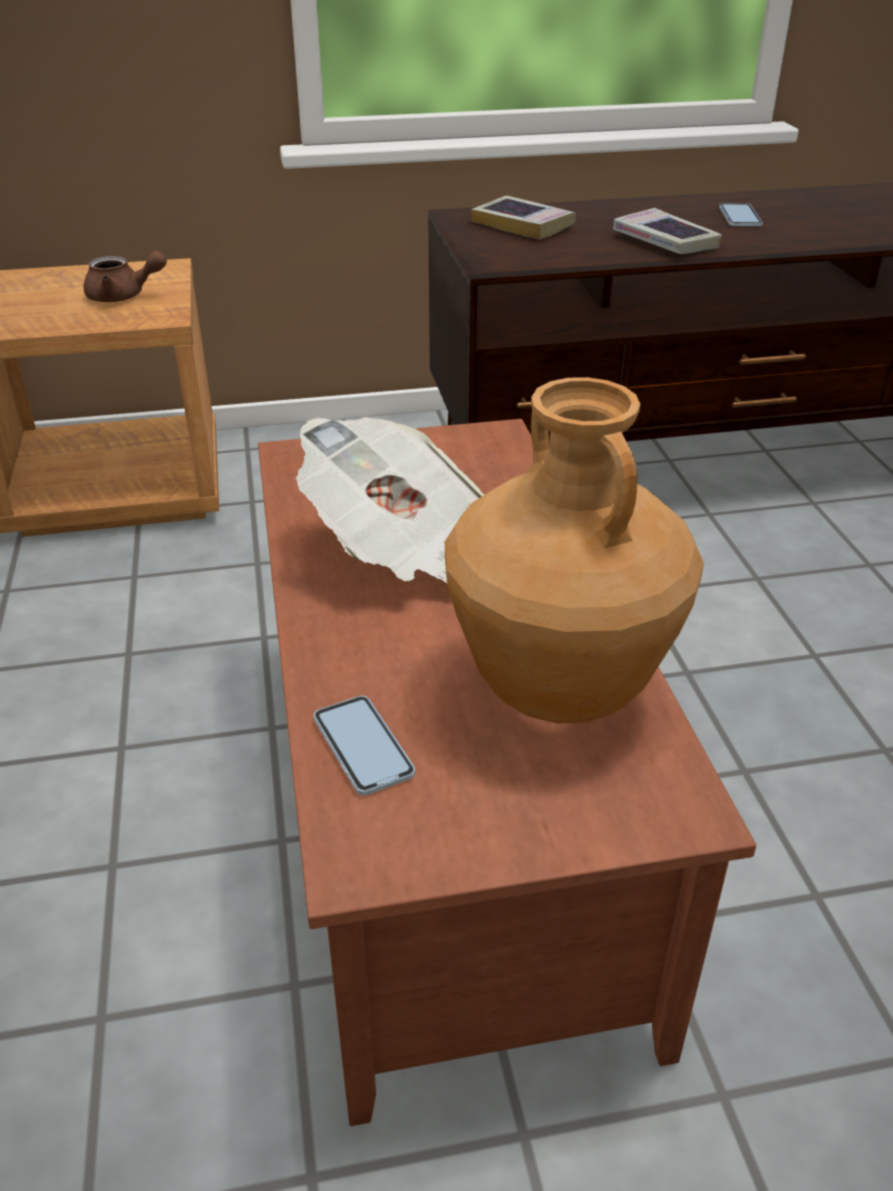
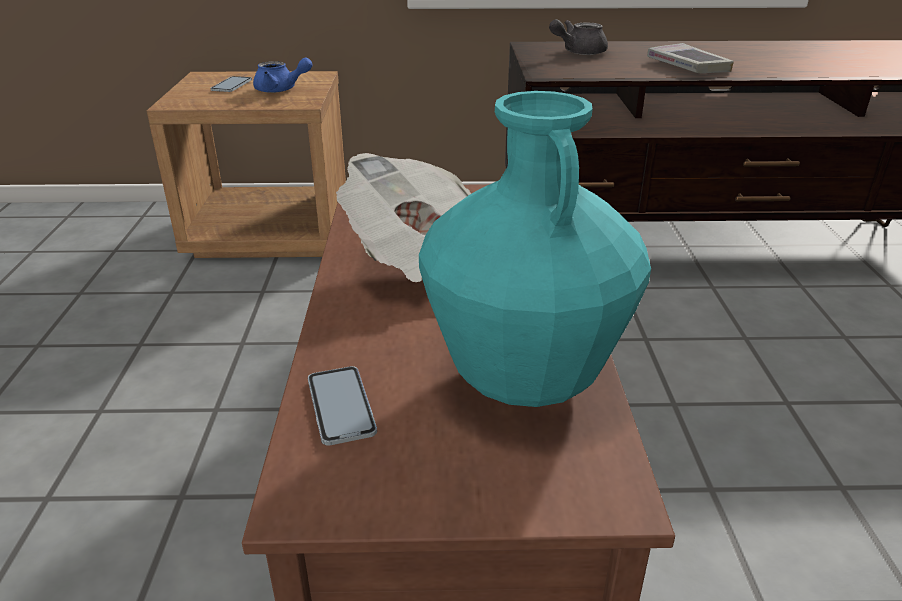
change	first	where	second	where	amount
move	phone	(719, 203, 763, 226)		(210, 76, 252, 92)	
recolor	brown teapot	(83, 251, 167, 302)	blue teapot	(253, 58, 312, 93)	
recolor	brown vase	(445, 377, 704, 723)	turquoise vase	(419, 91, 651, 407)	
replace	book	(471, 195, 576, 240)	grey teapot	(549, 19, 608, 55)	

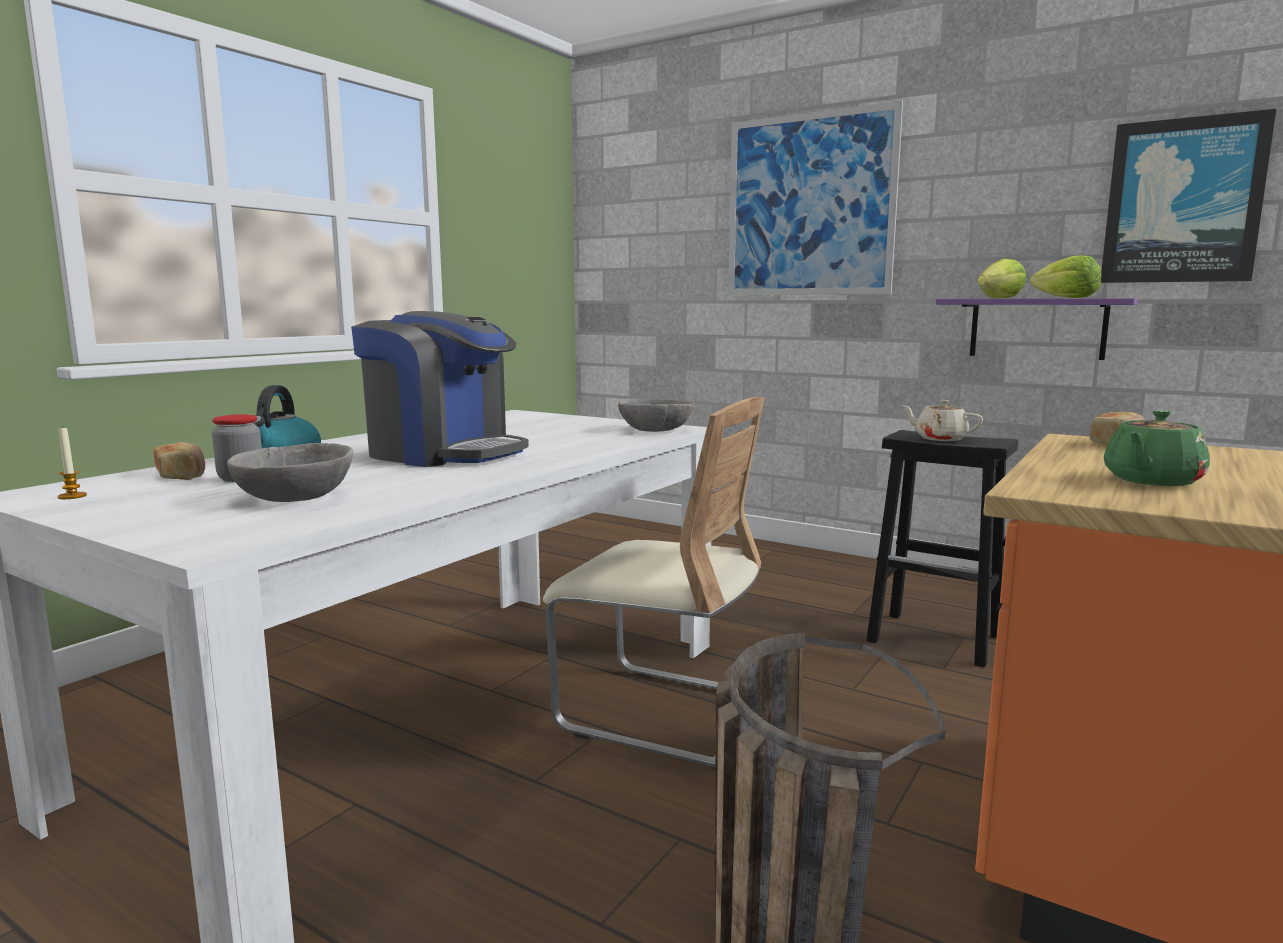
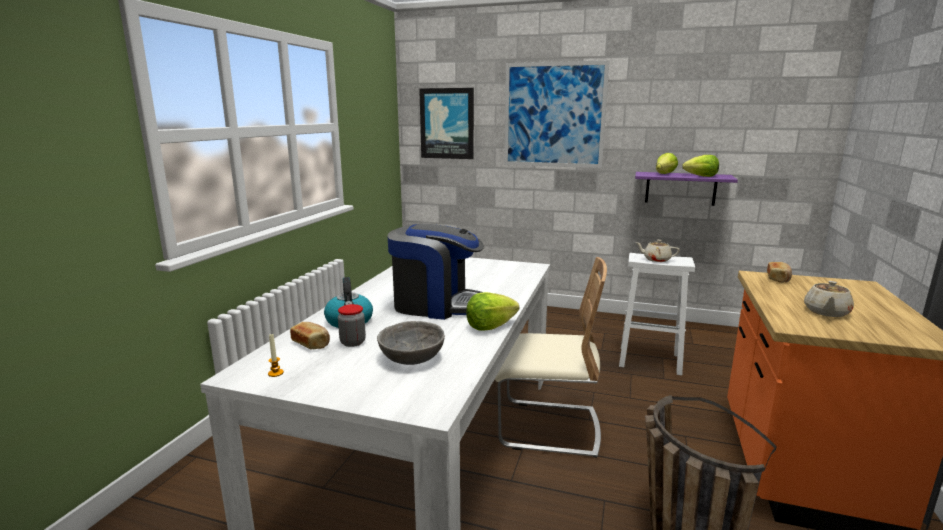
change	first	where	second	where	amount
move	picture	(1101, 109, 1276, 283)		(419, 88, 474, 159)	
insert			lettuce	(466, 292, 519, 330)	
recolor	black stool	(866, 430, 1018, 668)	white stool	(619, 253, 695, 375)	
recolor	green teapot	(1104, 410, 1210, 486)	beige teapot	(804, 281, 854, 317)	
delete	grey bowl	(618, 399, 694, 432)			

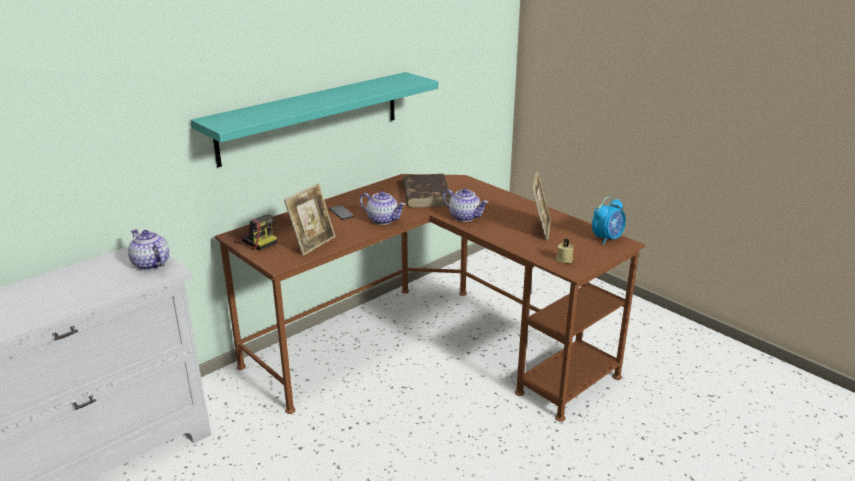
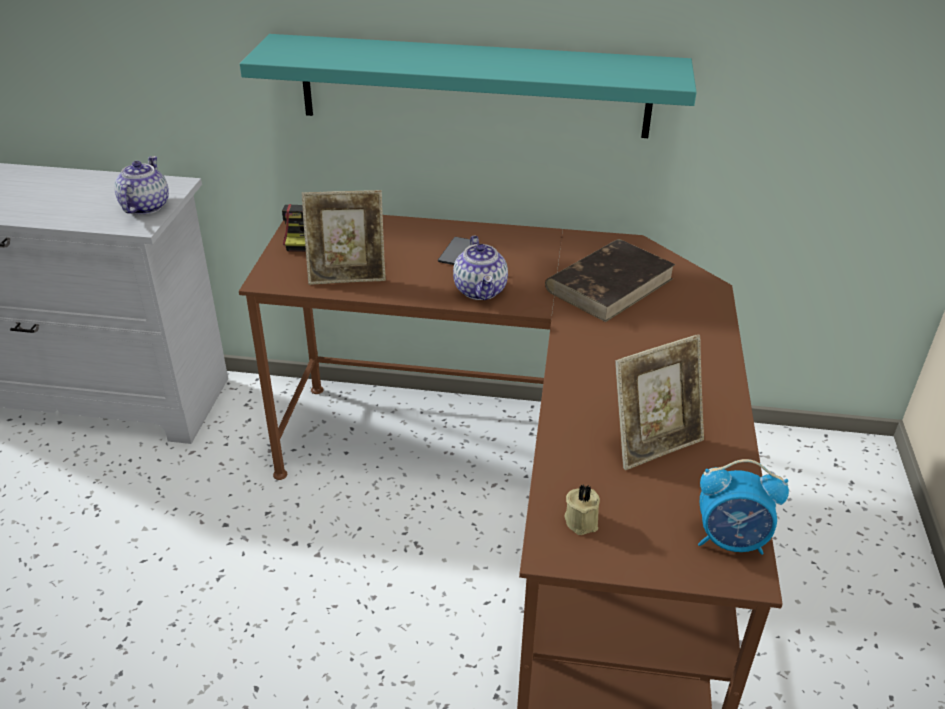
change	first	where	second	where	amount
delete	teapot	(443, 188, 488, 222)			

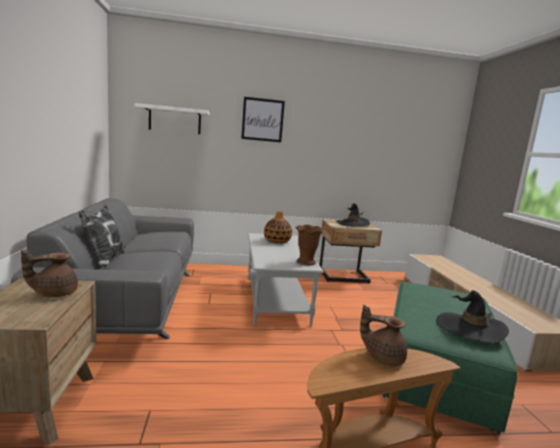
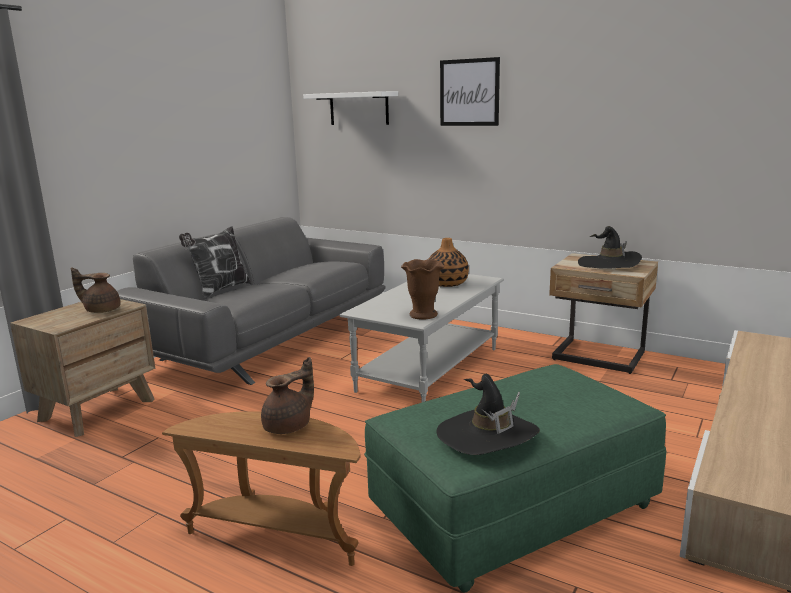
change	first	where	second	where	amount
rotate	brown teapot	(360, 305, 407, 366)		(261, 357, 314, 434)	75 degrees clockwise

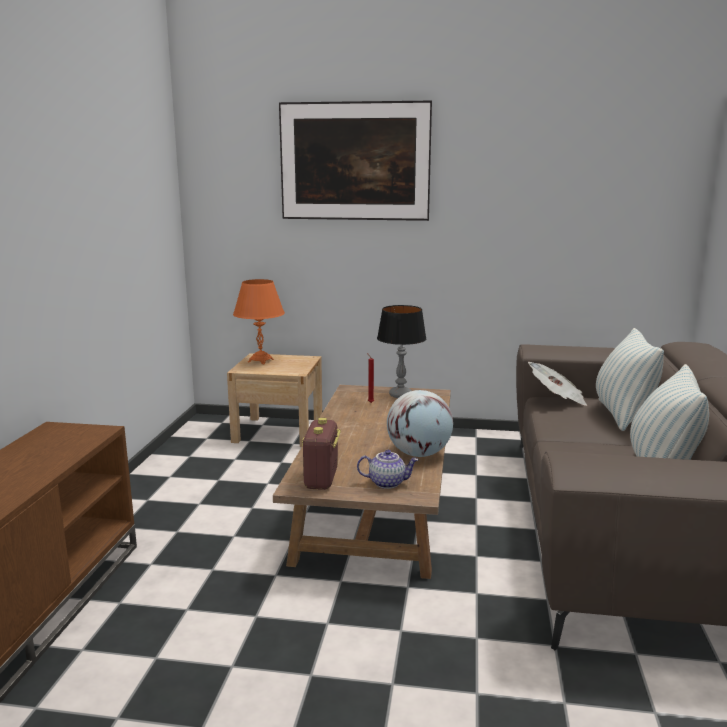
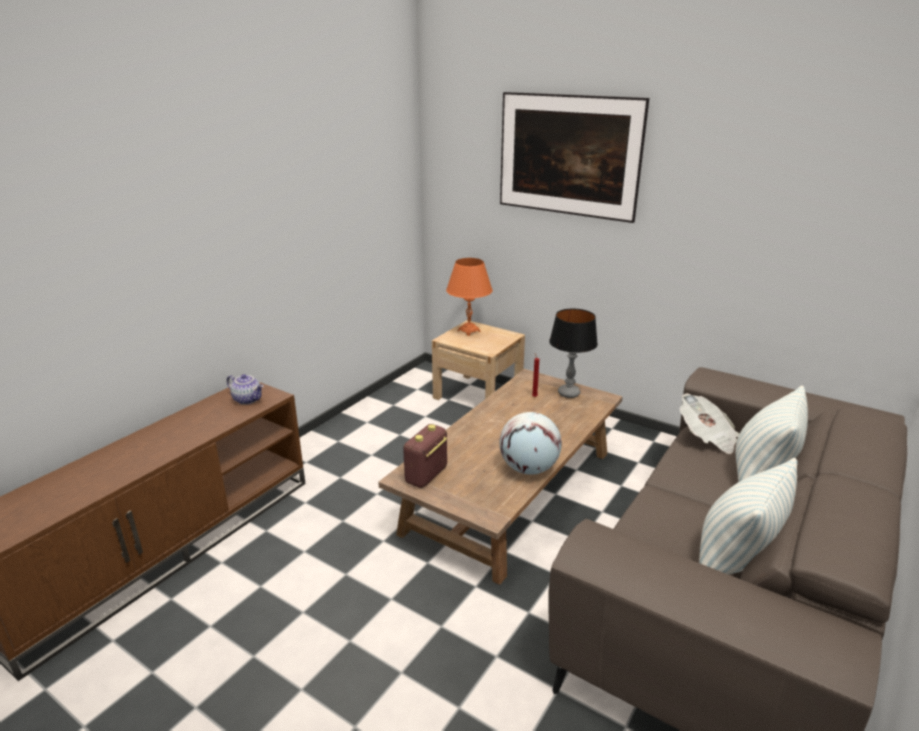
change	first	where	second	where	amount
move	teapot	(357, 450, 419, 489)		(227, 374, 263, 405)	

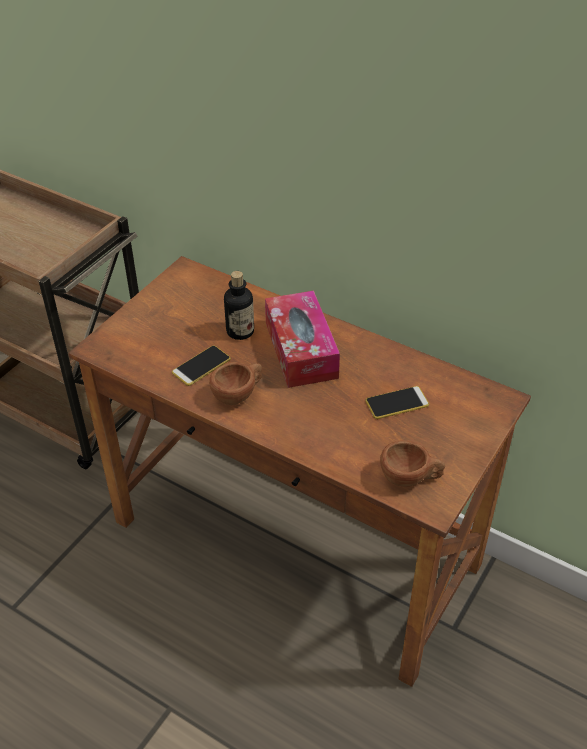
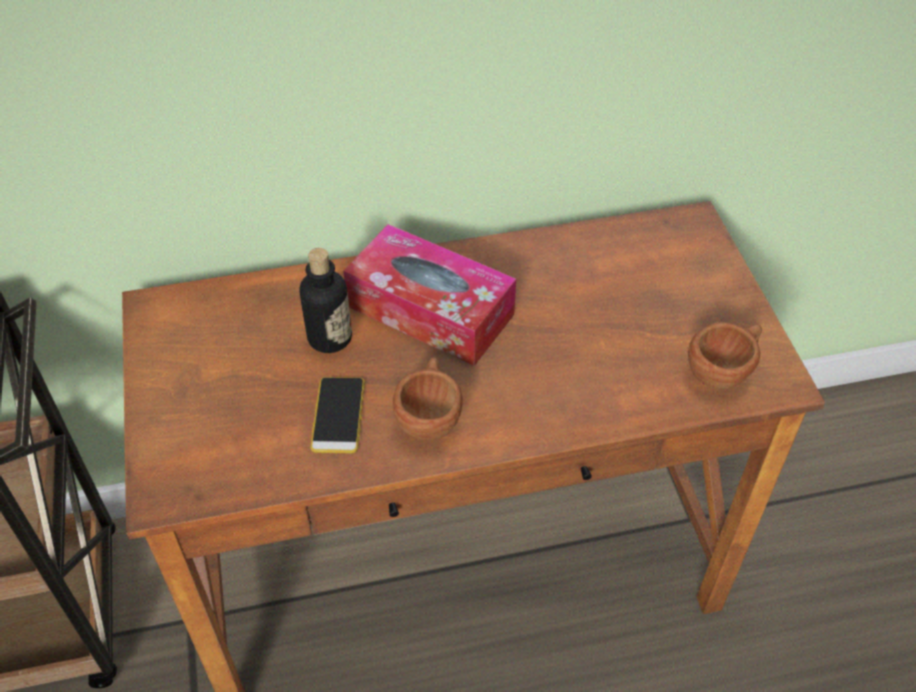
change	first	where	second	where	amount
delete	phone	(365, 386, 429, 419)			

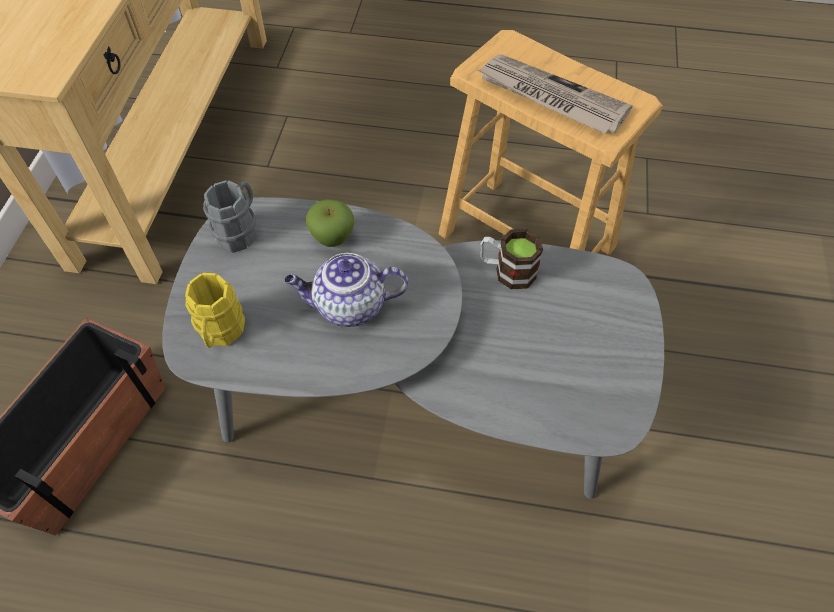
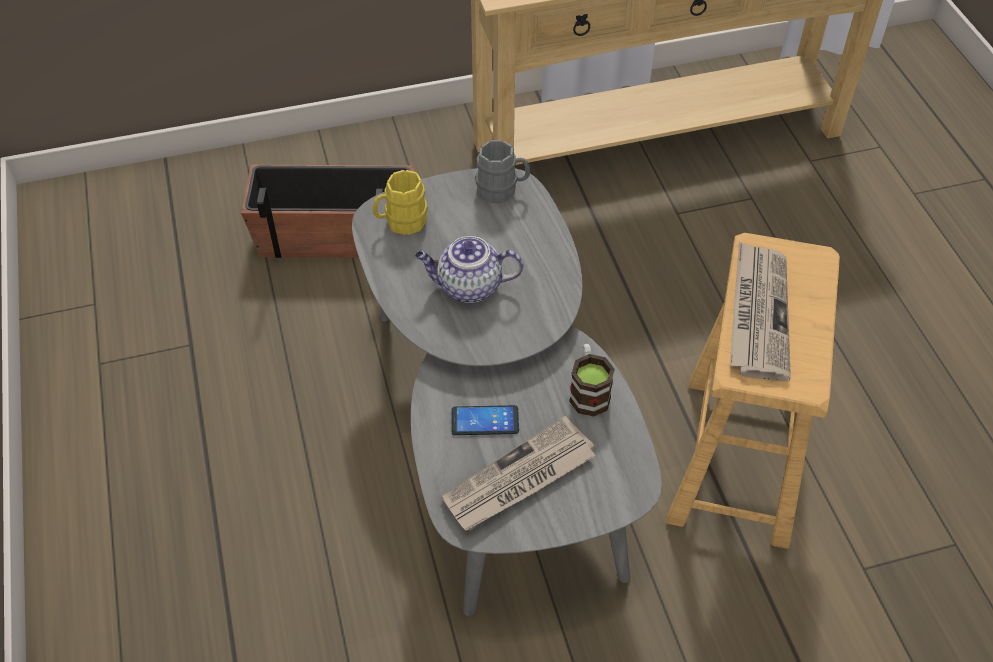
change	first	where	second	where	amount
rotate	teapot	(284, 253, 409, 327)		(415, 236, 523, 303)	60 degrees counterclockwise
insert			newspaper	(441, 416, 596, 531)	
insert			phone	(451, 405, 519, 435)	
delete	apple	(306, 199, 354, 247)			

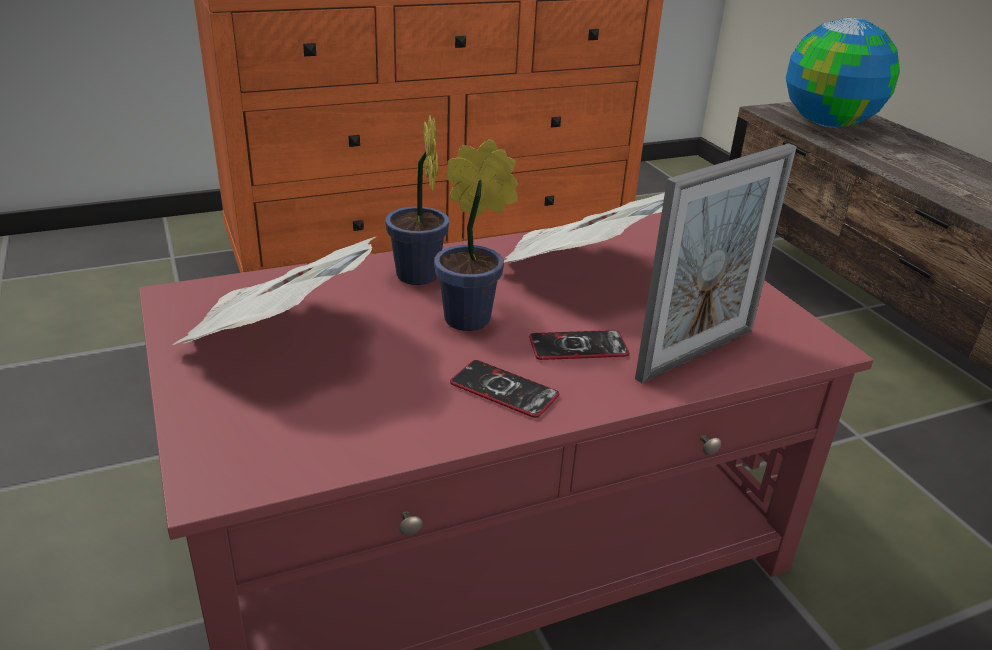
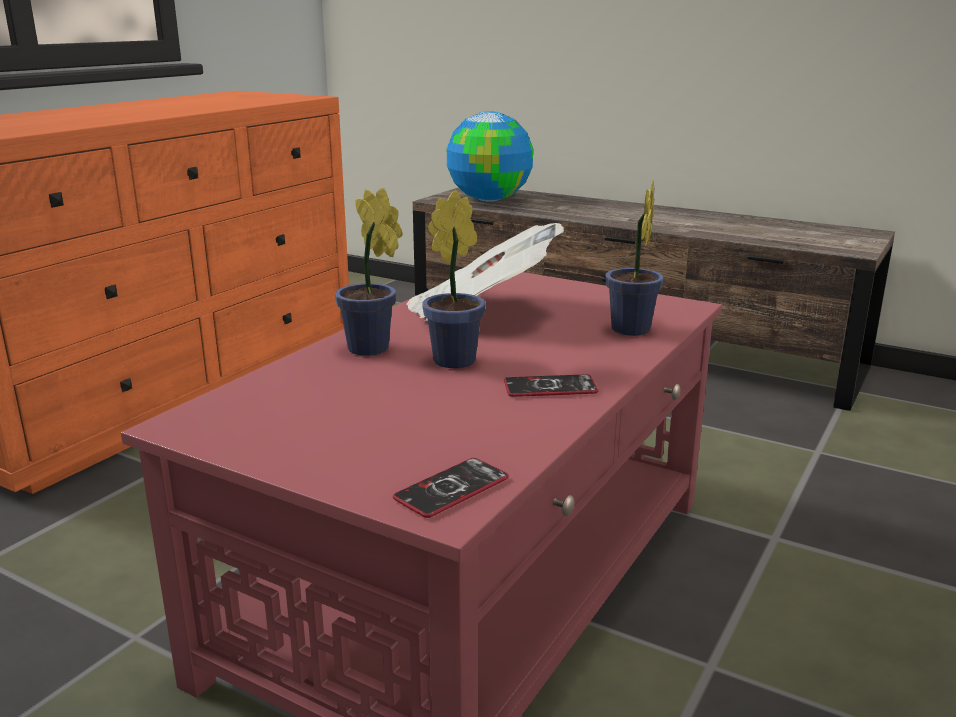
change	first	where	second	where	amount
move	phone	(529, 330, 629, 360)		(393, 458, 509, 518)	
replace	picture frame	(635, 143, 797, 383)	potted plant	(605, 180, 664, 336)	
delete	newspaper	(172, 236, 377, 345)			

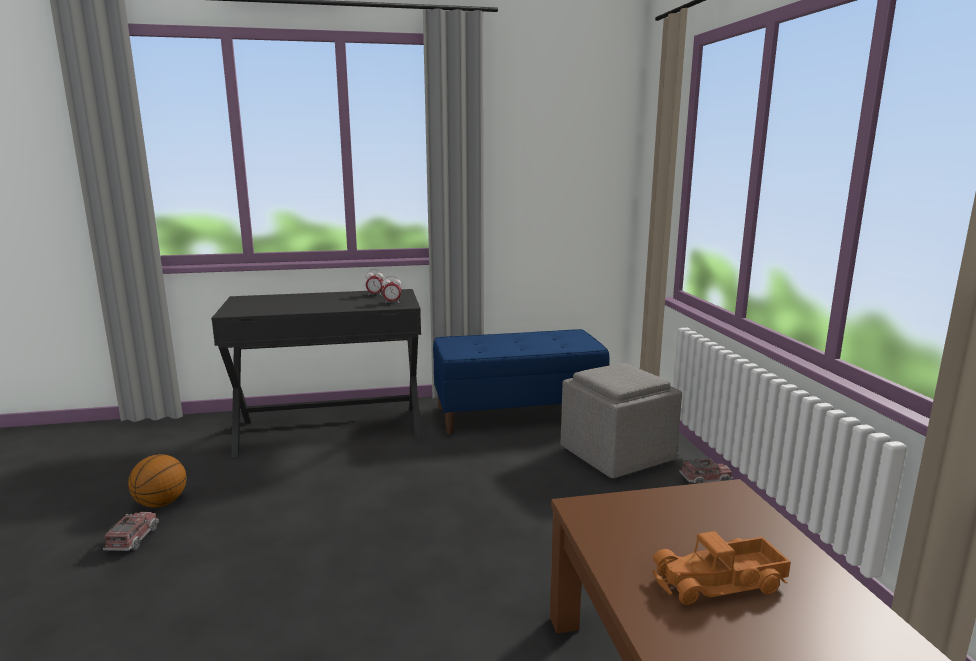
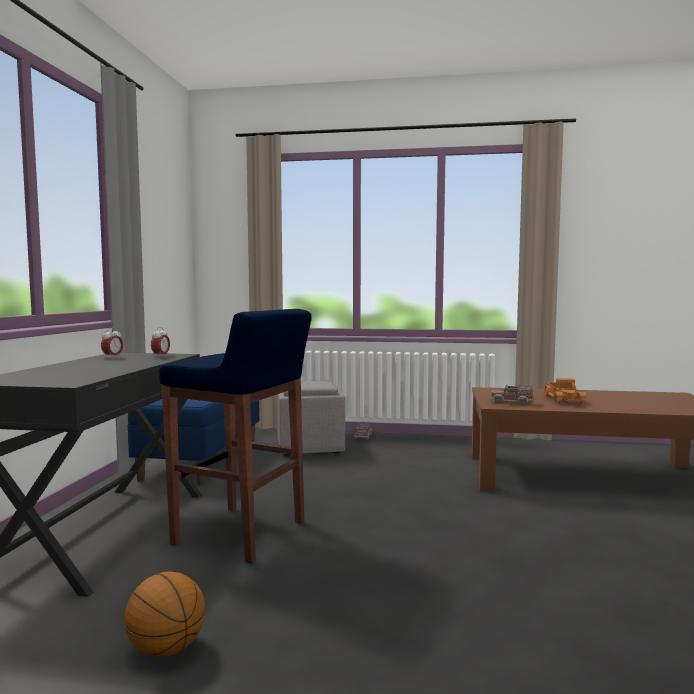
change	first	where	second	where	amount
insert			blue stool	(159, 309, 312, 563)	
move	toy truck	(103, 512, 159, 551)		(490, 384, 535, 406)	

